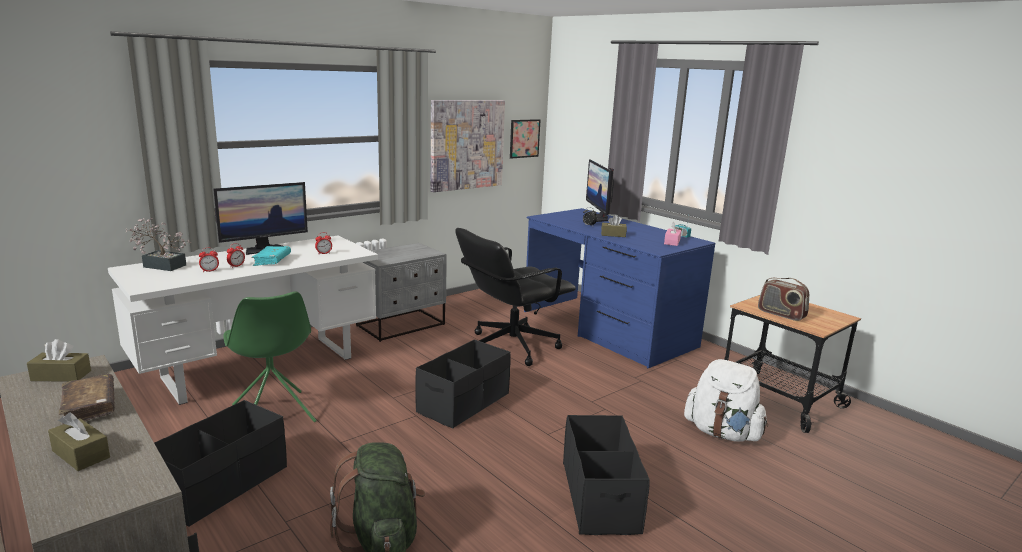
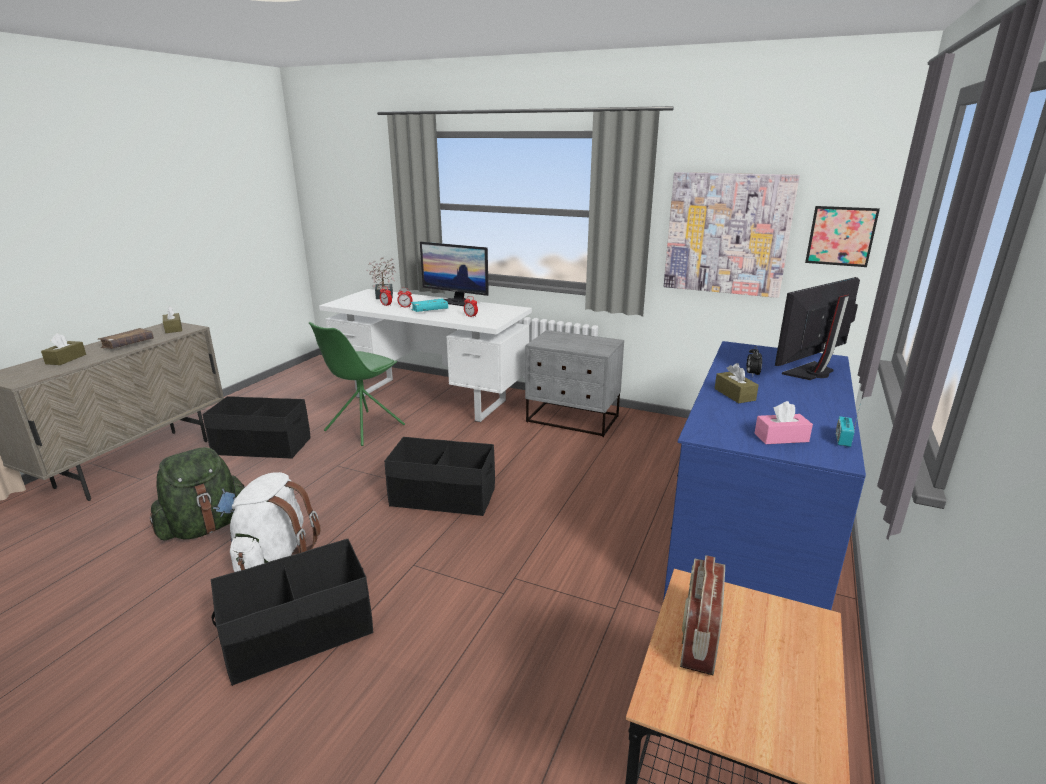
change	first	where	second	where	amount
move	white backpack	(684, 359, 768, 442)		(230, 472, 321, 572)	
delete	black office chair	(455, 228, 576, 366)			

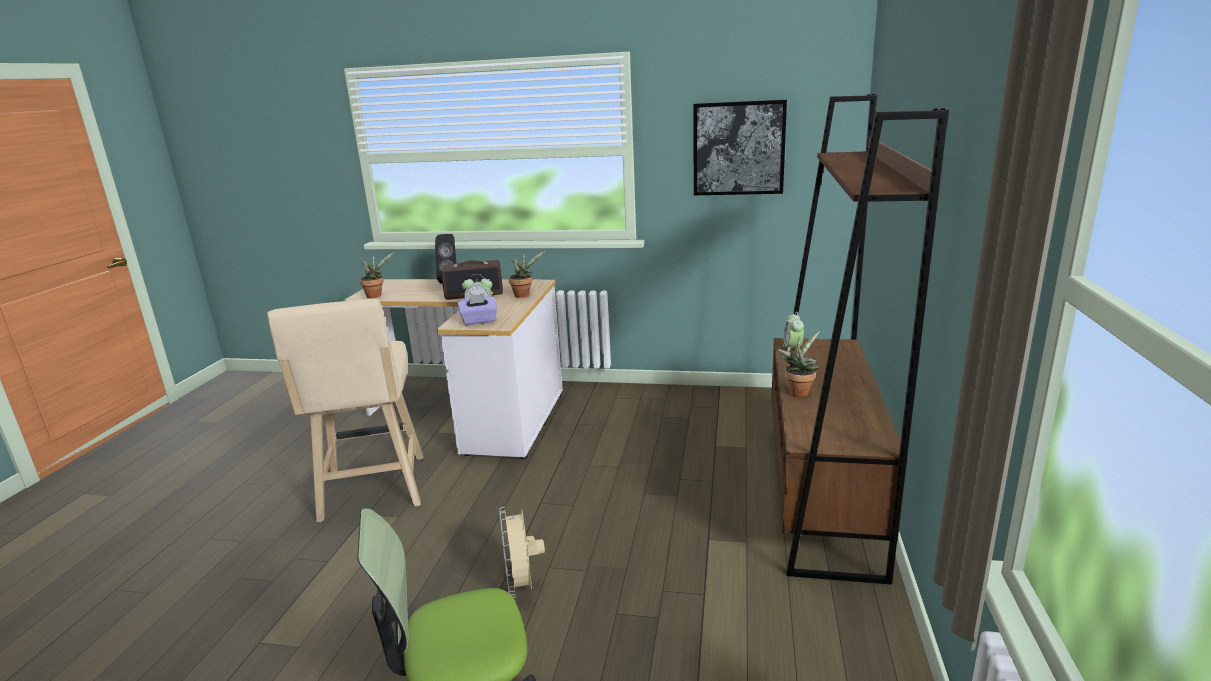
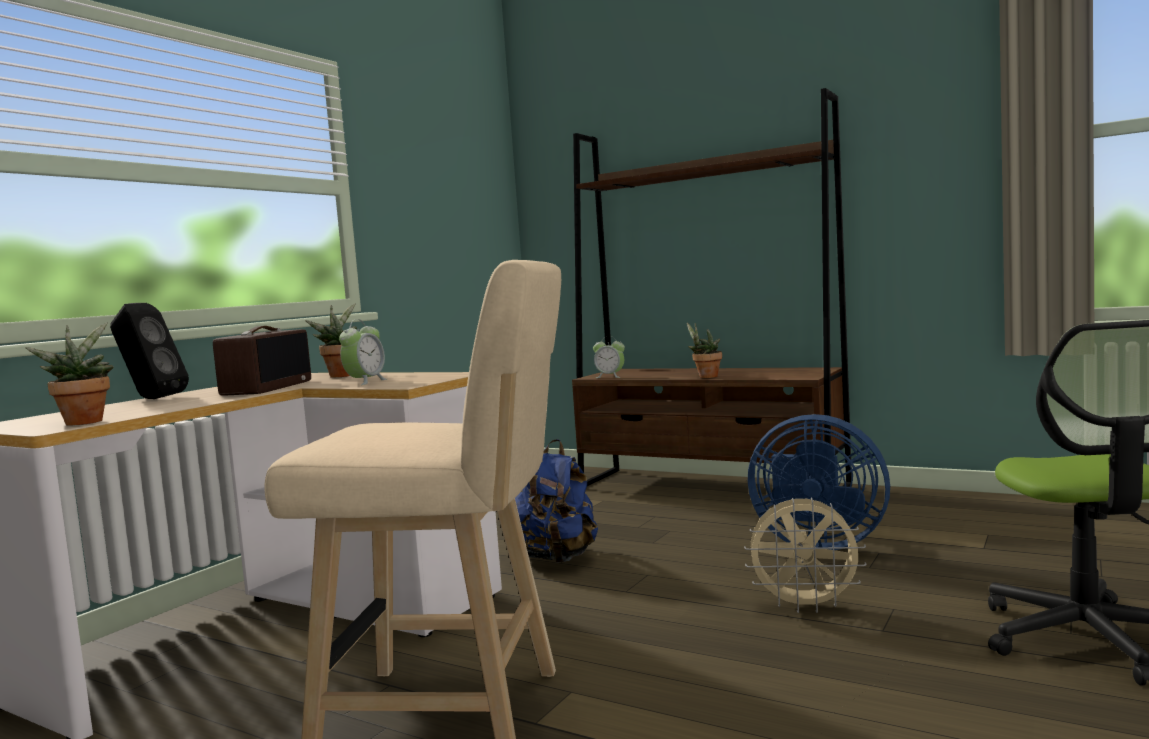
change	first	where	second	where	amount
insert			blue backpack	(515, 439, 598, 563)	
insert			blue fan	(748, 414, 890, 550)	
delete	purple tissue box	(458, 294, 497, 325)			
delete	picture	(693, 100, 787, 195)			

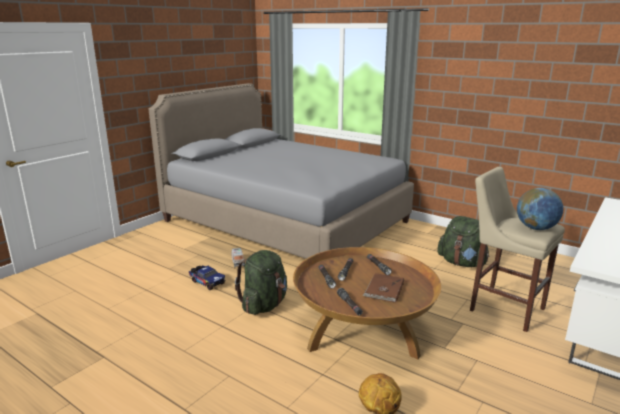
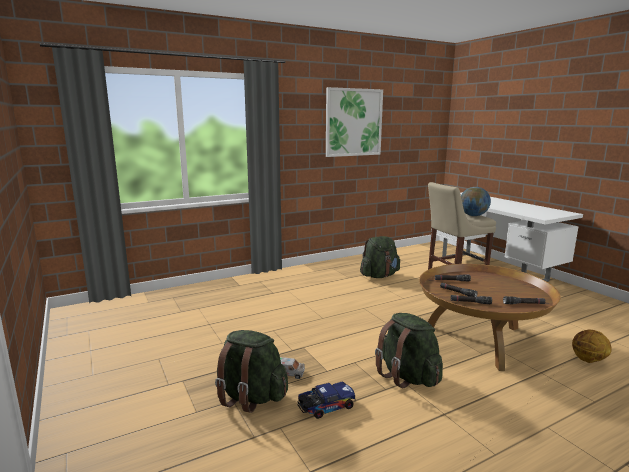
change	first	where	second	where	amount
insert			green backpack	(215, 330, 288, 413)	
insert			picture	(326, 87, 383, 157)	
delete	grey bed	(148, 83, 414, 259)			
delete	brown book	(363, 273, 404, 303)			

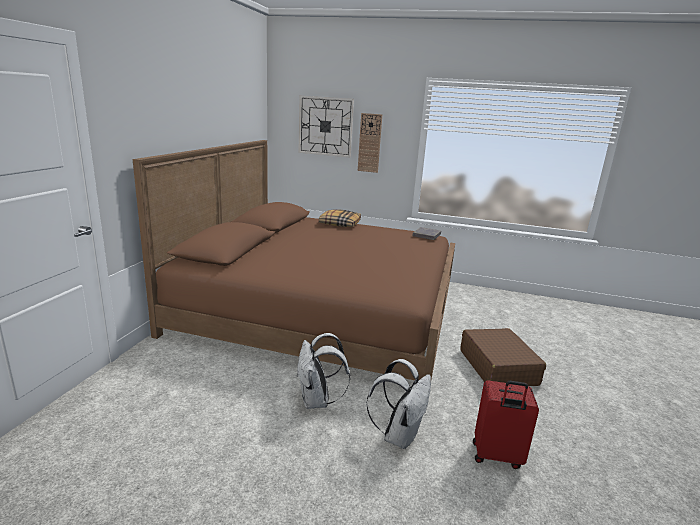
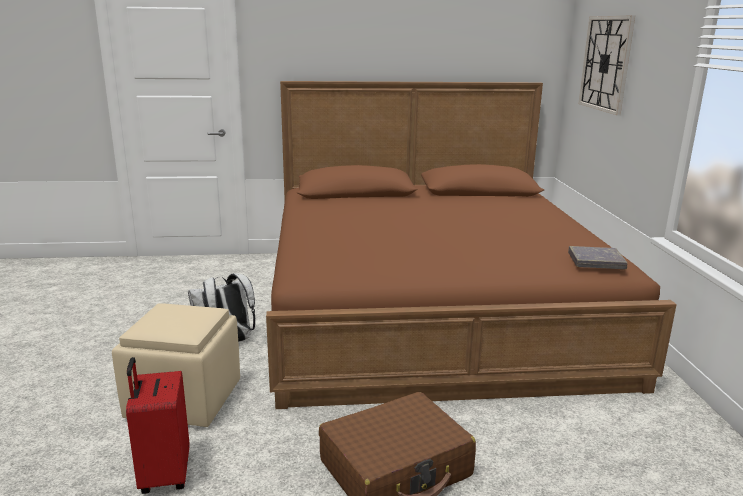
change	first	where	second	where	amount
replace	white backpack	(366, 359, 431, 449)	beige ottoman	(112, 303, 240, 427)	
delete	pillow	(319, 209, 361, 227)			
delete	wall clock	(358, 113, 382, 173)			

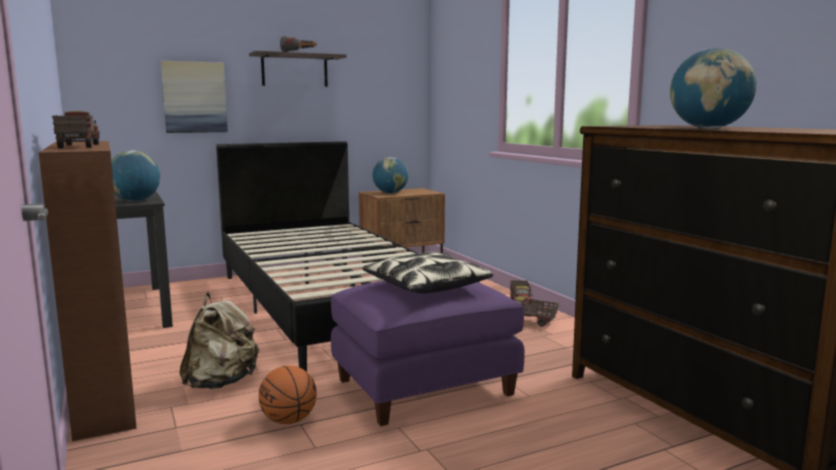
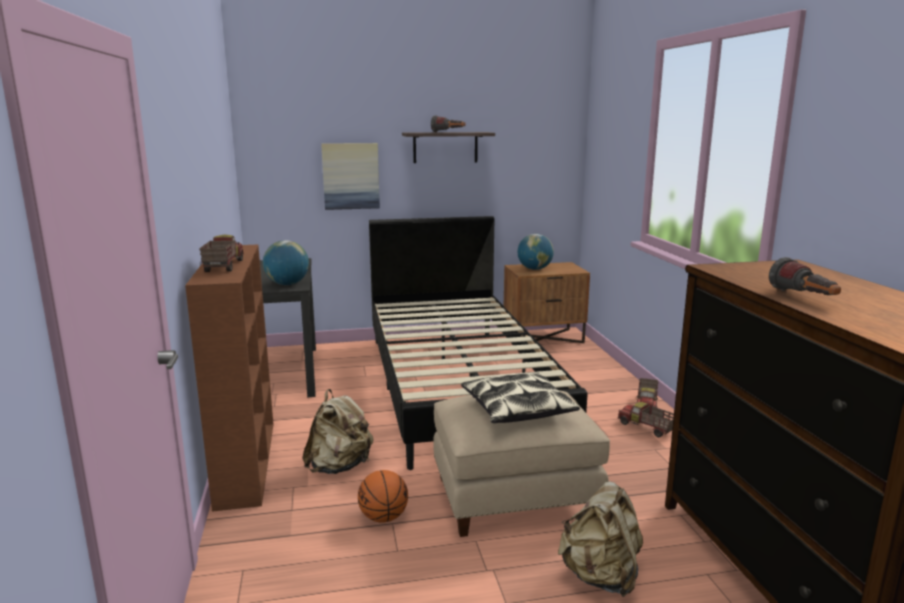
change	first	where	second	where	amount
recolor	purple ottoman	(331, 280, 525, 426)	beige ottoman	(433, 390, 610, 537)	
insert			beige backpack	(558, 481, 643, 597)	
replace	globe	(670, 48, 756, 129)	flashlight	(769, 257, 841, 295)	

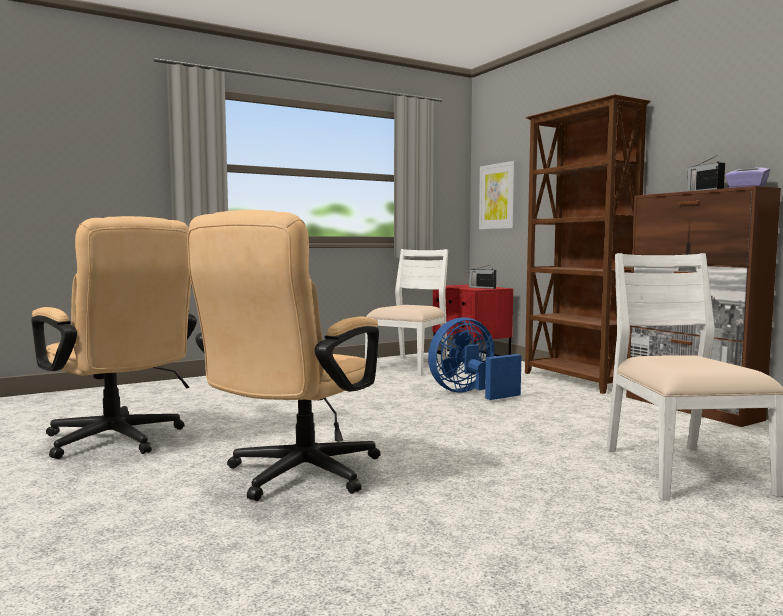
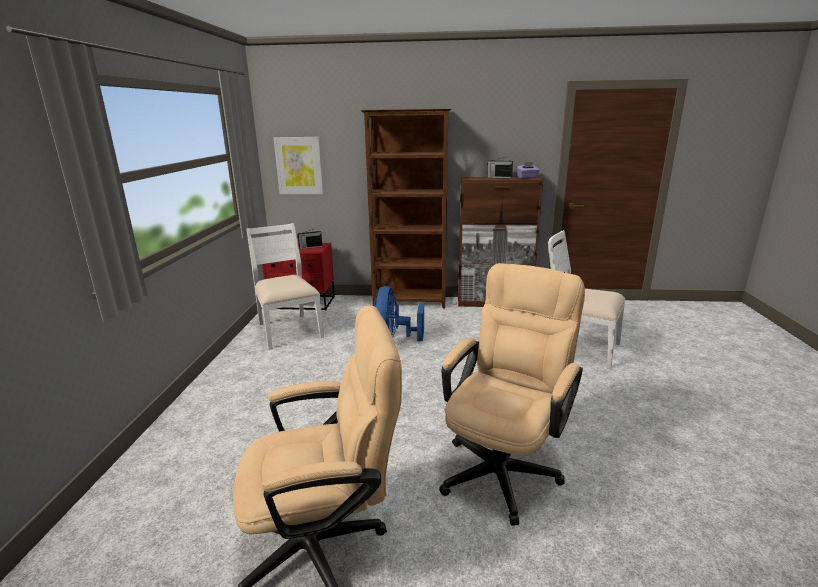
change	first	where	second	where	amount
rotate	beige office chair	(187, 210, 381, 501)		(439, 263, 585, 526)	120 degrees counterclockwise

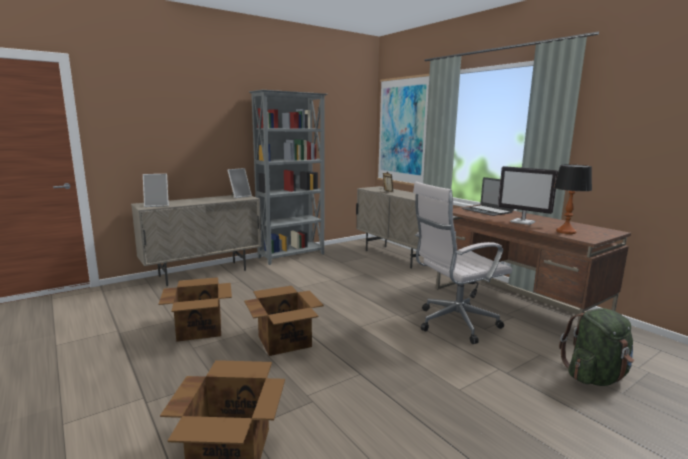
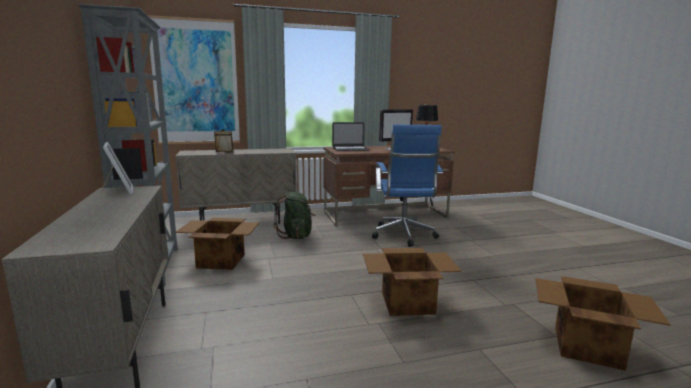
change	first	where	second	where	amount
move	cardboard box	(159, 277, 232, 342)		(175, 218, 259, 270)	
move	green backpack	(559, 308, 634, 386)		(274, 192, 316, 239)	
recolor	white office chair	(413, 182, 513, 344)	blue office chair	(372, 124, 443, 247)	
delete	picture frame	(143, 174, 169, 207)			

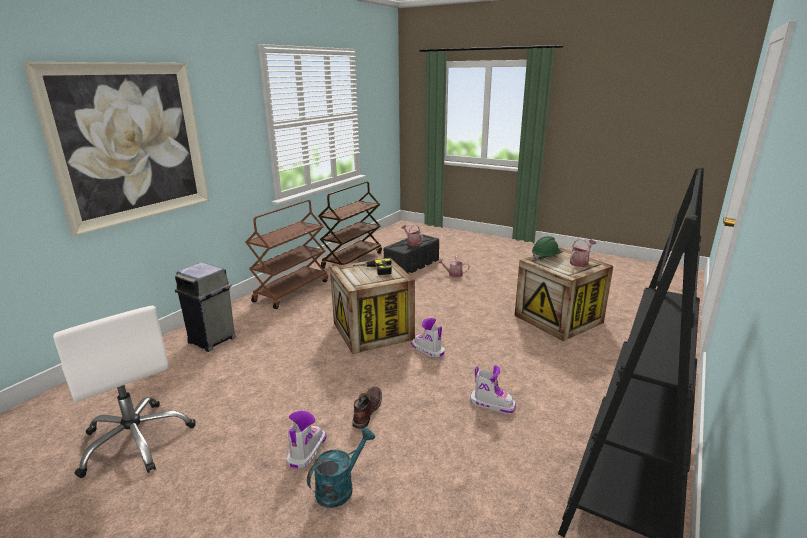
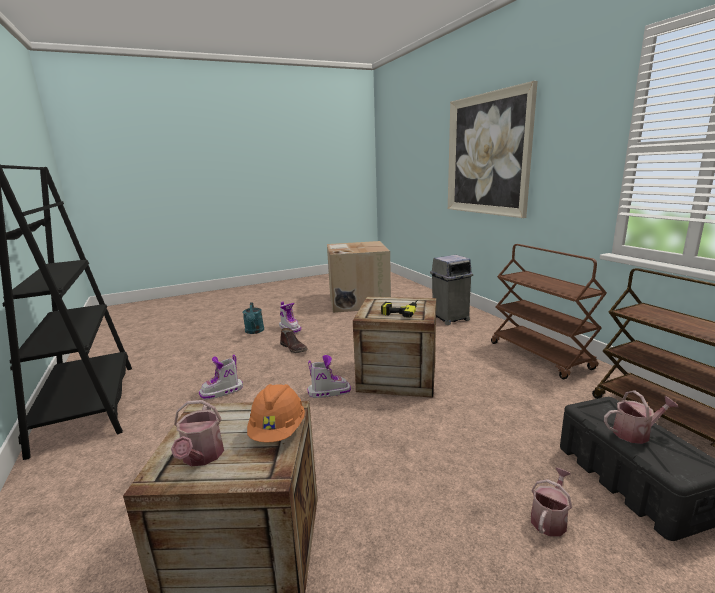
change	first	where	second	where	amount
recolor	green hard hat	(532, 236, 562, 261)	orange hard hat	(247, 384, 305, 443)	
replace	white office chair	(53, 306, 195, 478)	cardboard box	(327, 241, 391, 313)	

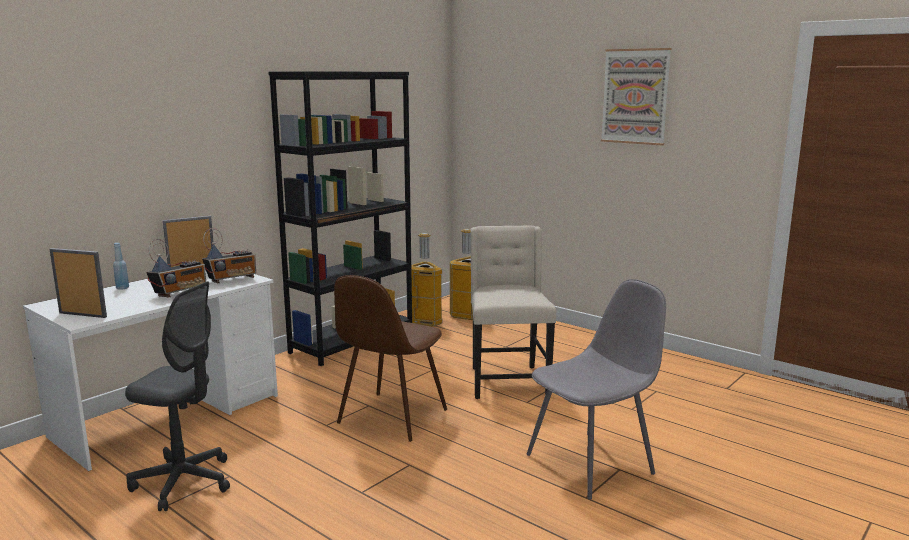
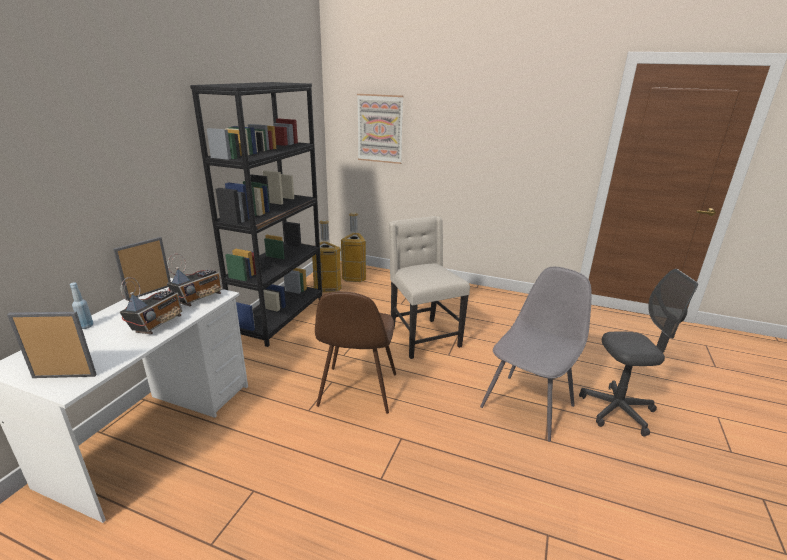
change	first	where	second	where	amount
move	picture	(601, 48, 671, 145)		(357, 94, 403, 164)	
move	grey office chair	(125, 282, 230, 511)		(579, 269, 698, 437)	

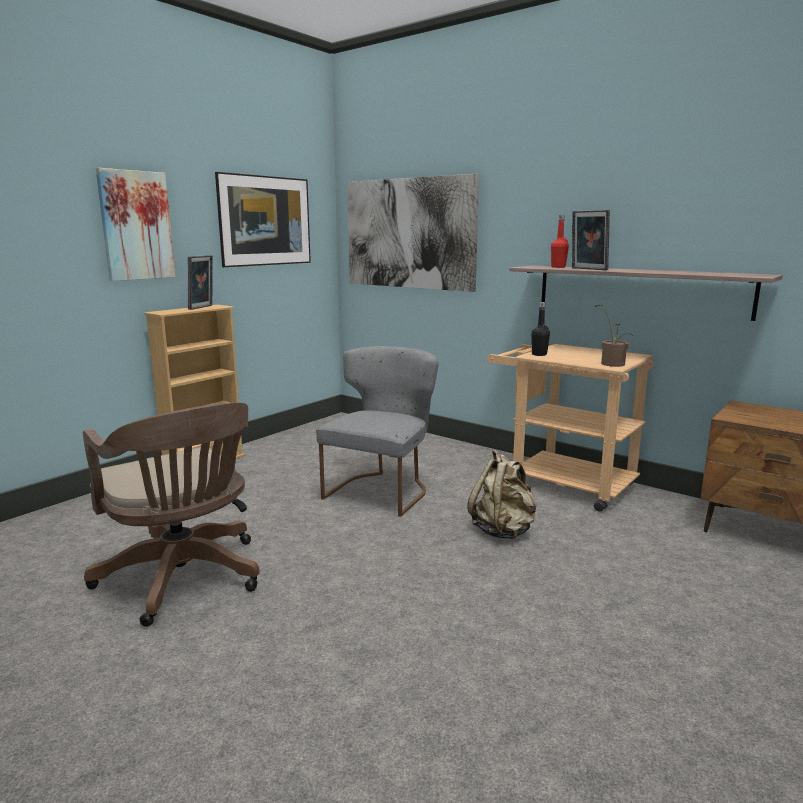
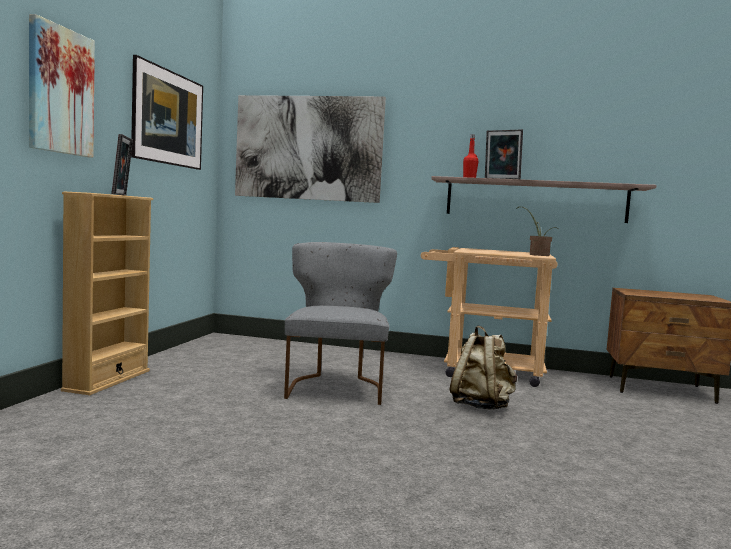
change	first	where	second	where	amount
delete	brown office chair	(83, 402, 260, 627)			
delete	black bottle	(531, 302, 550, 356)			

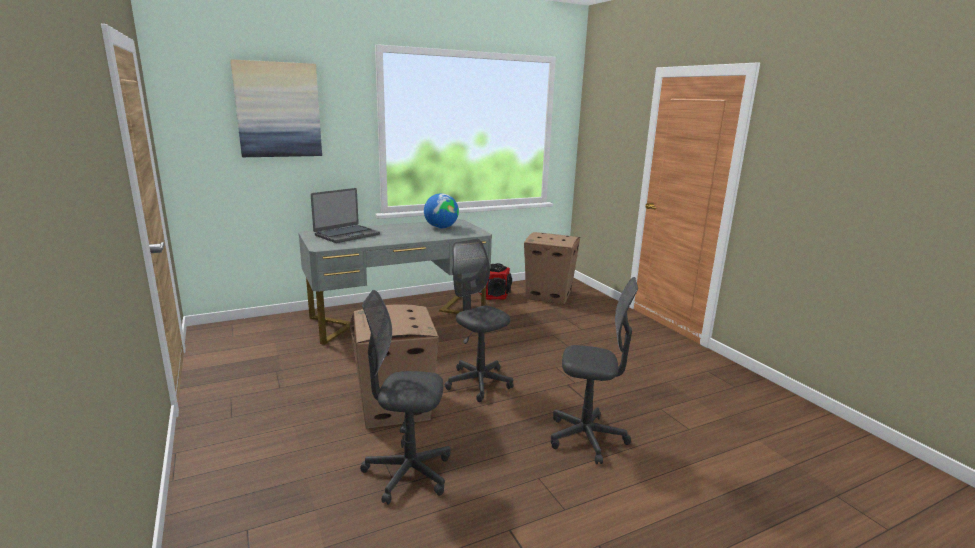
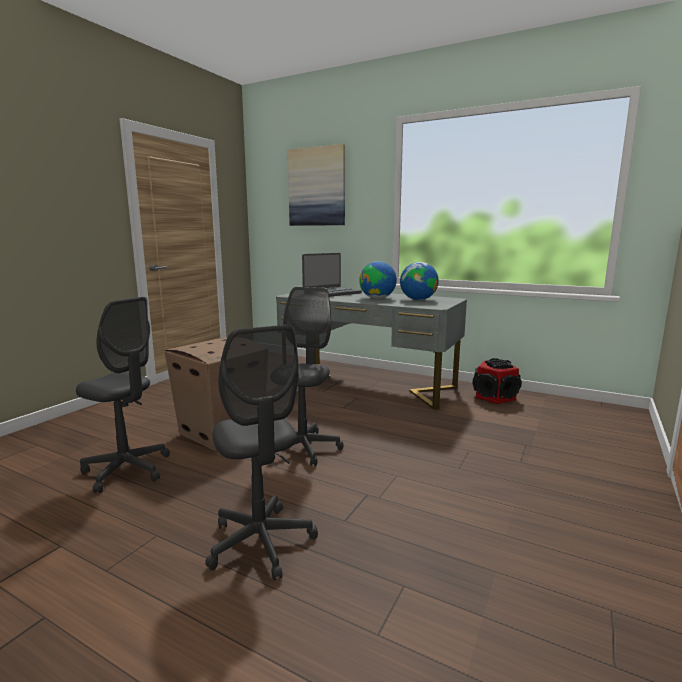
change	first	where	second	where	amount
rotate	grey office chair	(360, 290, 451, 504)		(76, 297, 170, 493)	150 degrees clockwise
rotate	laptop	(311, 188, 380, 243)		(302, 253, 362, 297)	45 degrees counterclockwise
insert			globe	(359, 261, 397, 299)	
delete	cardboard box	(524, 232, 580, 304)			

